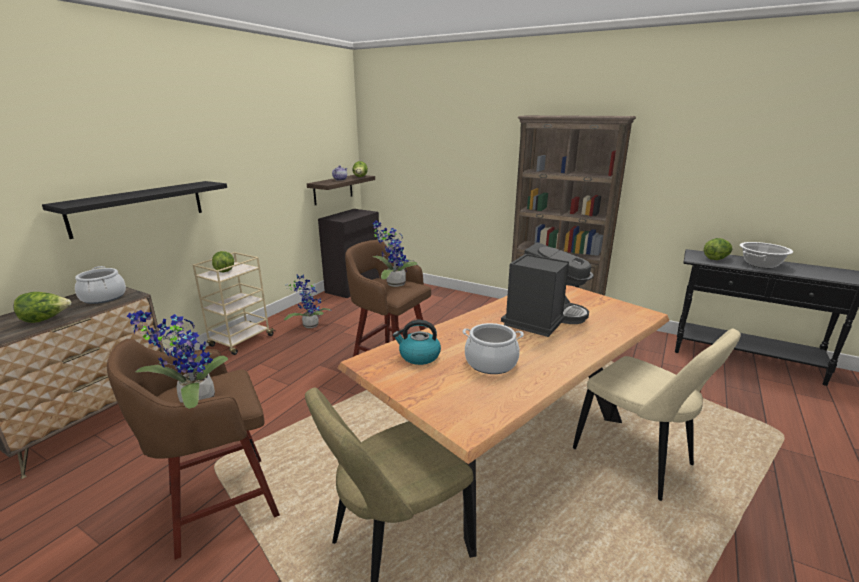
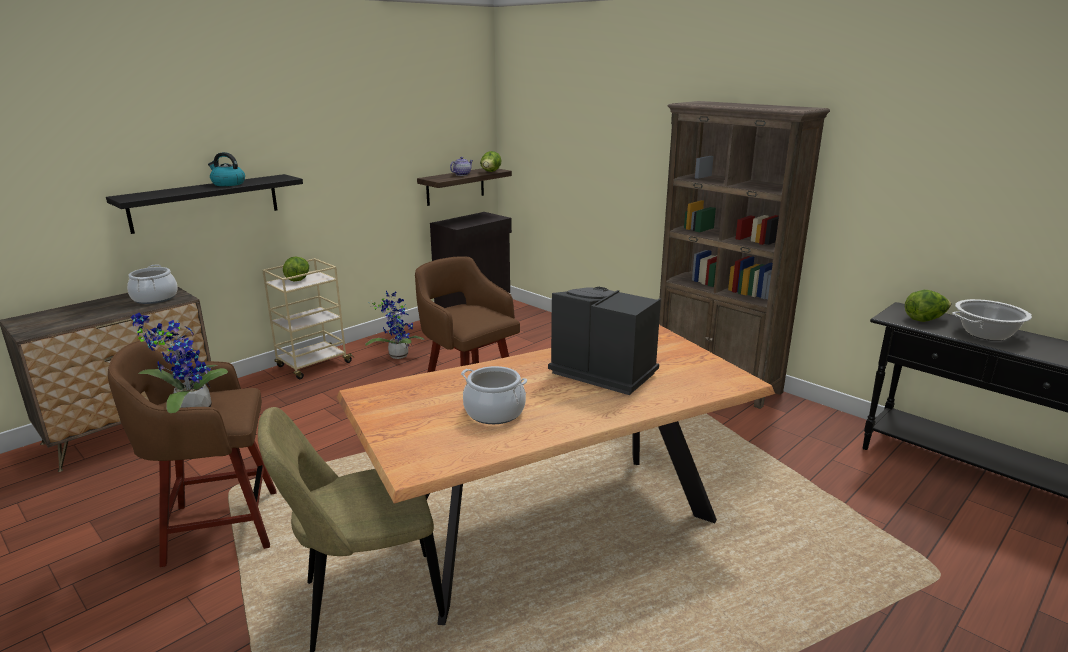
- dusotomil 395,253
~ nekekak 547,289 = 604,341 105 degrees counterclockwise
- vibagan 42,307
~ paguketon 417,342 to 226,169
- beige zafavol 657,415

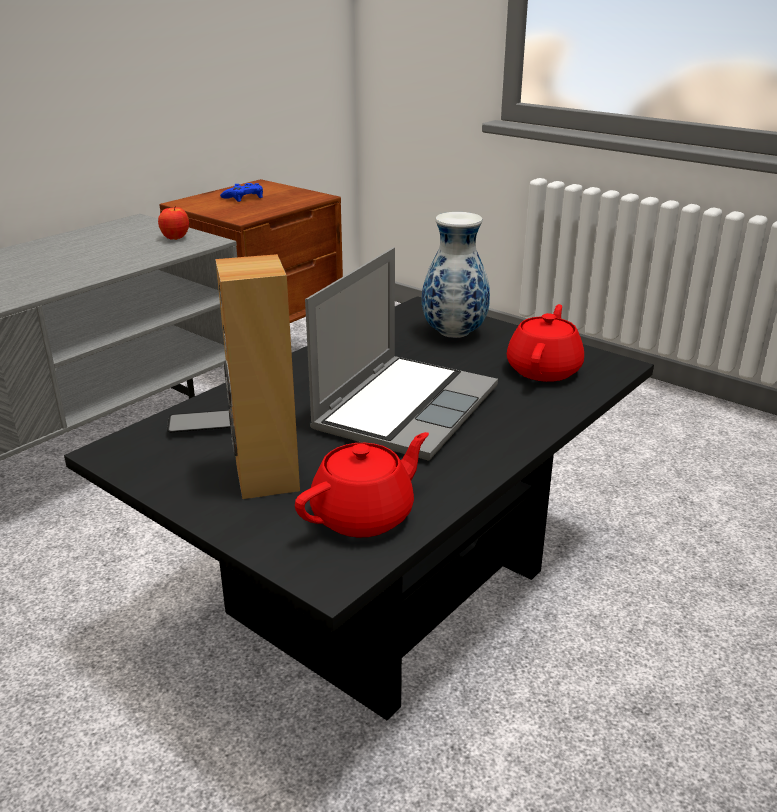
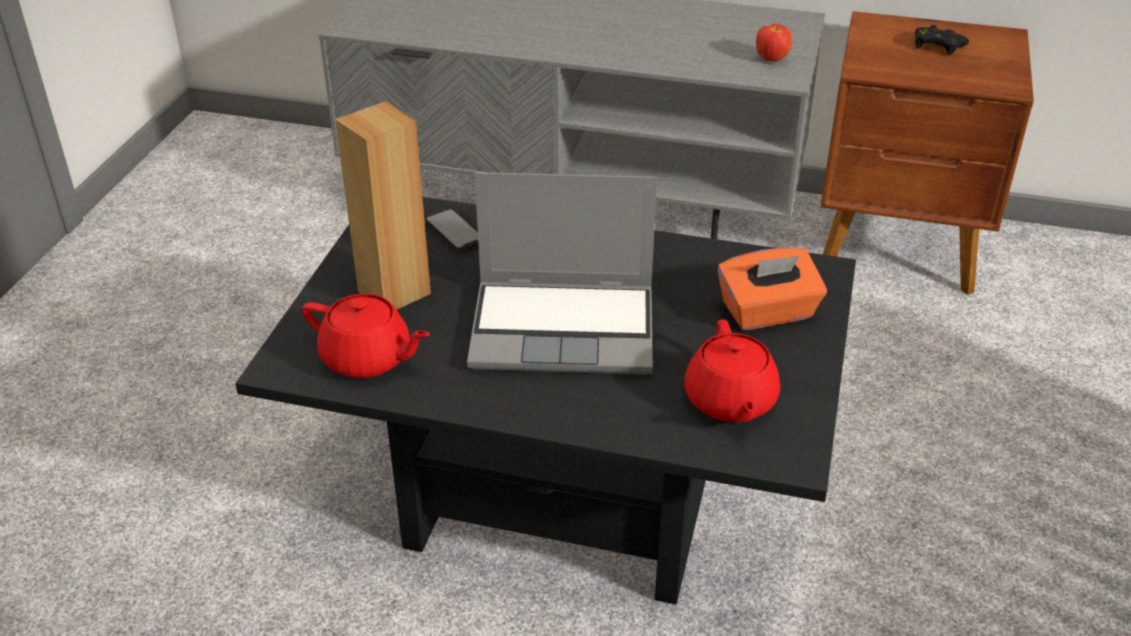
~ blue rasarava 241,192 to black rasarava 942,40
~ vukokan 456,275 to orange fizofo 772,288
~ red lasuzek 545,343 = 732,371 90 degrees clockwise

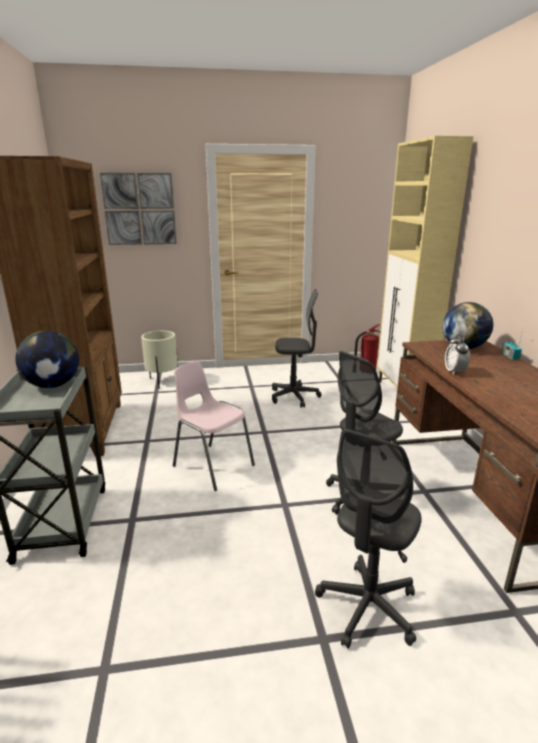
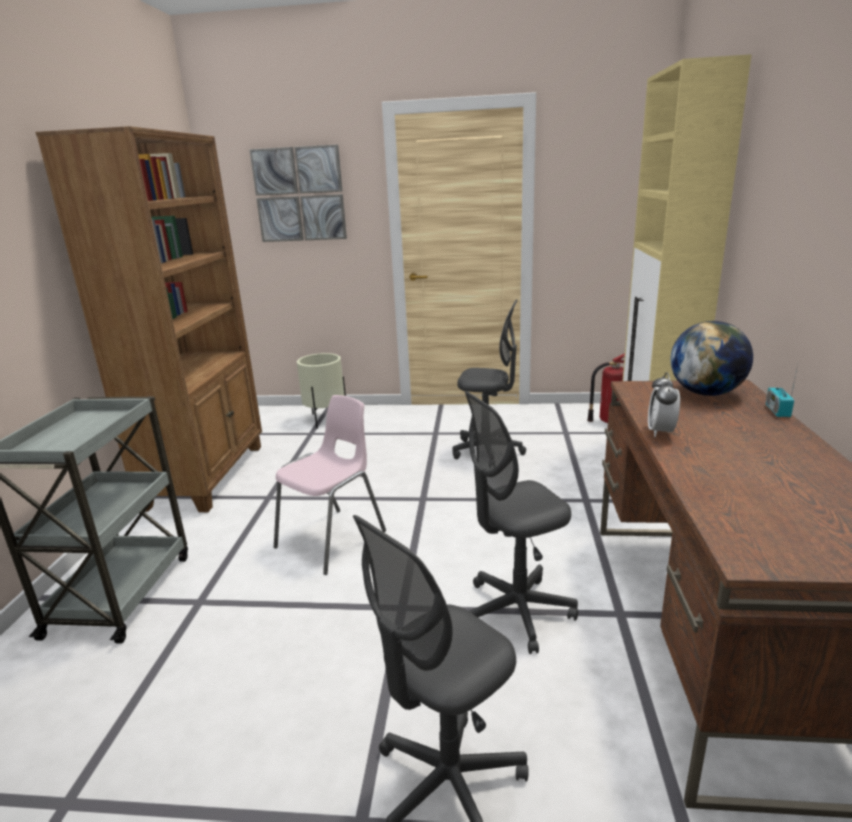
- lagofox 47,359
~ pink zafavol 214,426 = 330,485 75 degrees clockwise

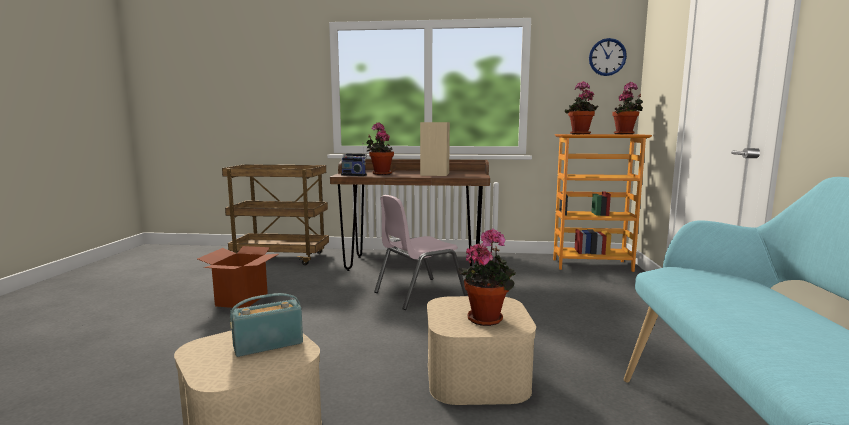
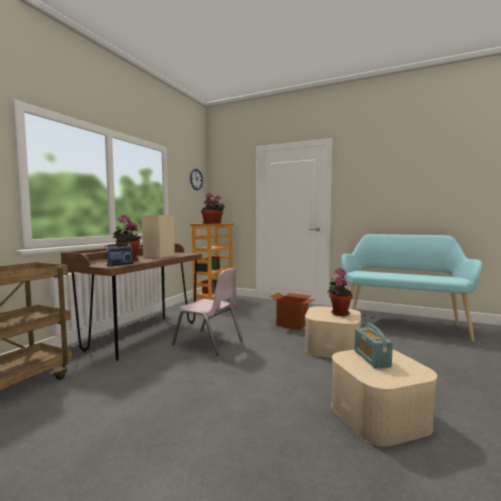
~ pink zafavol 420,252 = 207,312 45 degrees counterclockwise
~ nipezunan 238,277 to 293,311

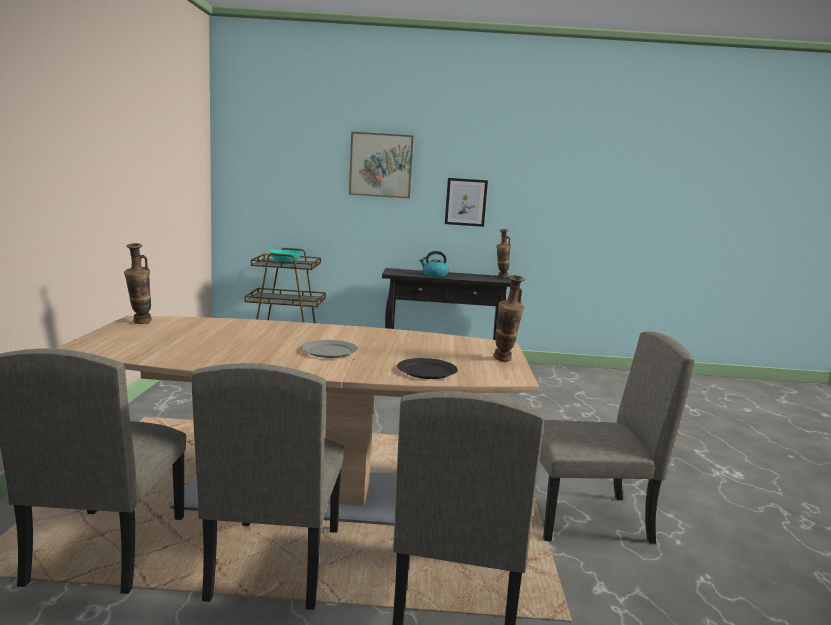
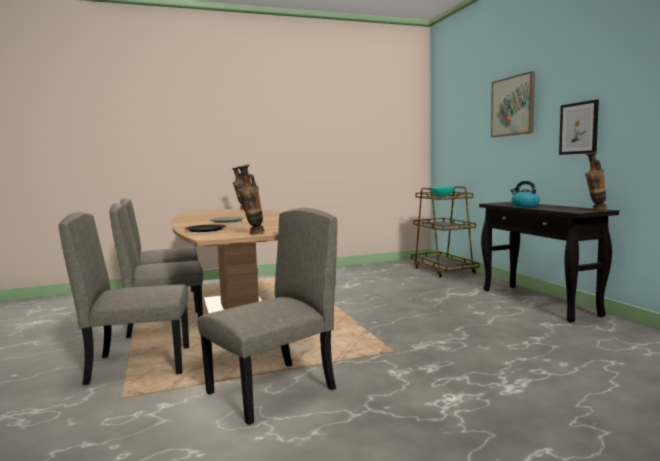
~ beige zafavol 617,437 = 267,316 105 degrees counterclockwise

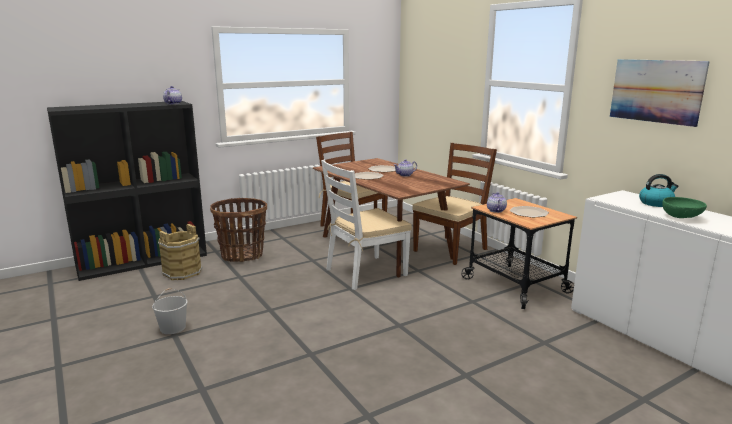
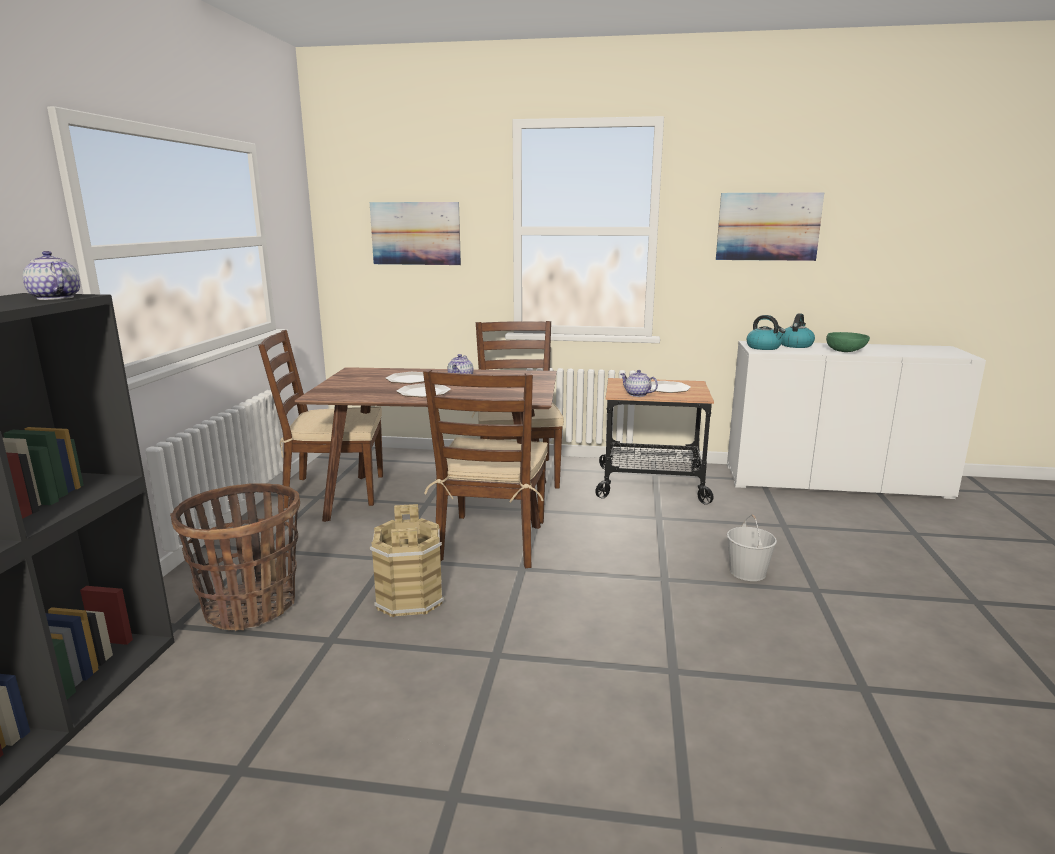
~ white zafavol 366,225 to brown zafavol 485,468
~ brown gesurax 180,252 to 407,561
~ white gesurax 170,311 to 752,547
+ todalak 415,233
+ paguketon 766,332

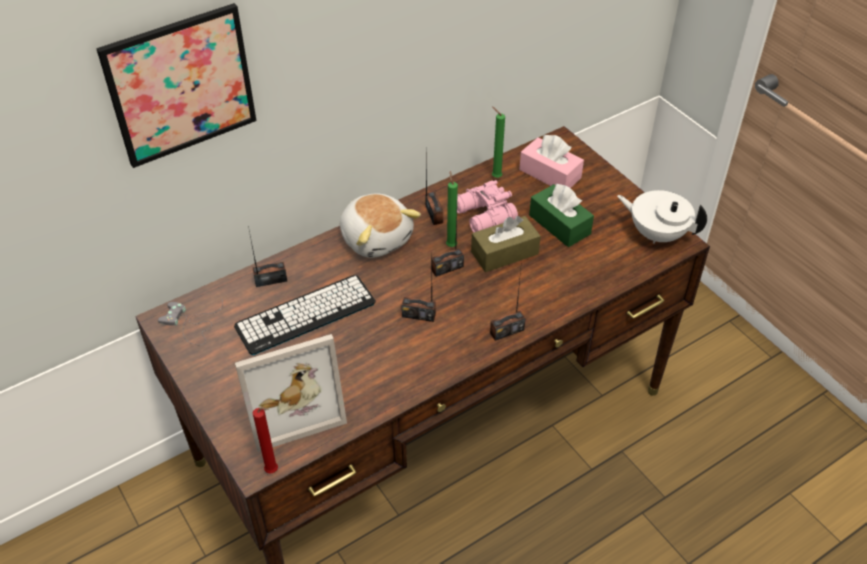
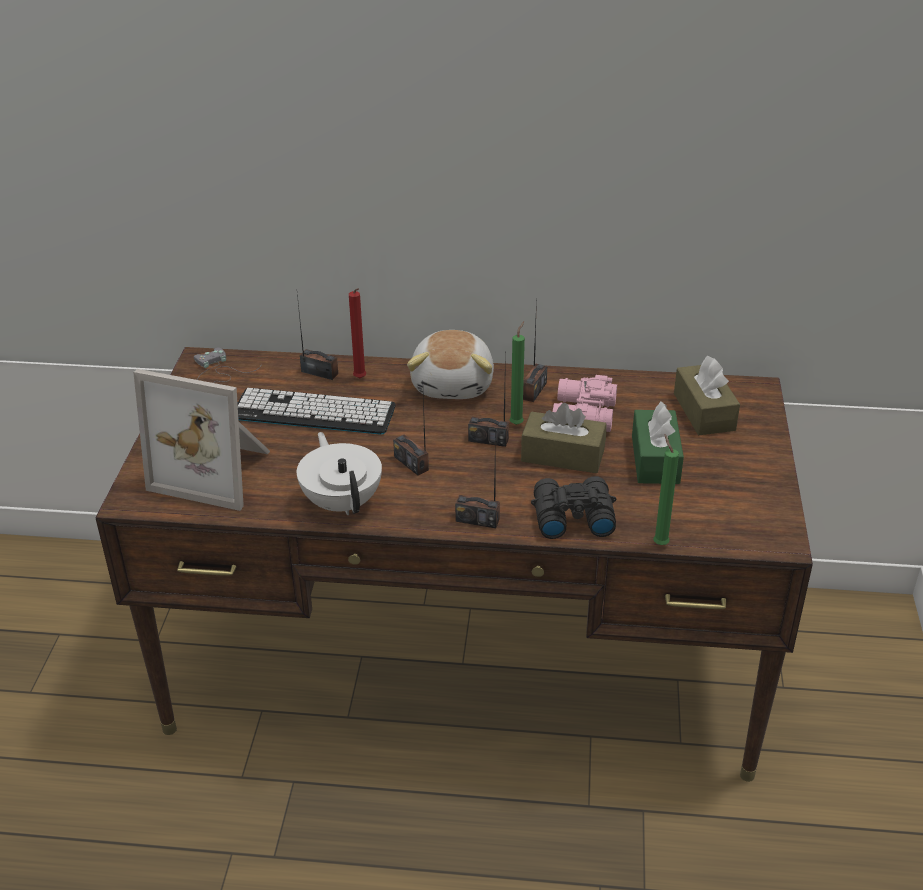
- todalak 176,85
~ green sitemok 498,142 to 666,490
~ pink fizofo 551,161 to brown fizofo 707,395
~ white lasuzek 662,217 to 339,473
~ red sitemok 265,440 to 357,333
+ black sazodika 573,507

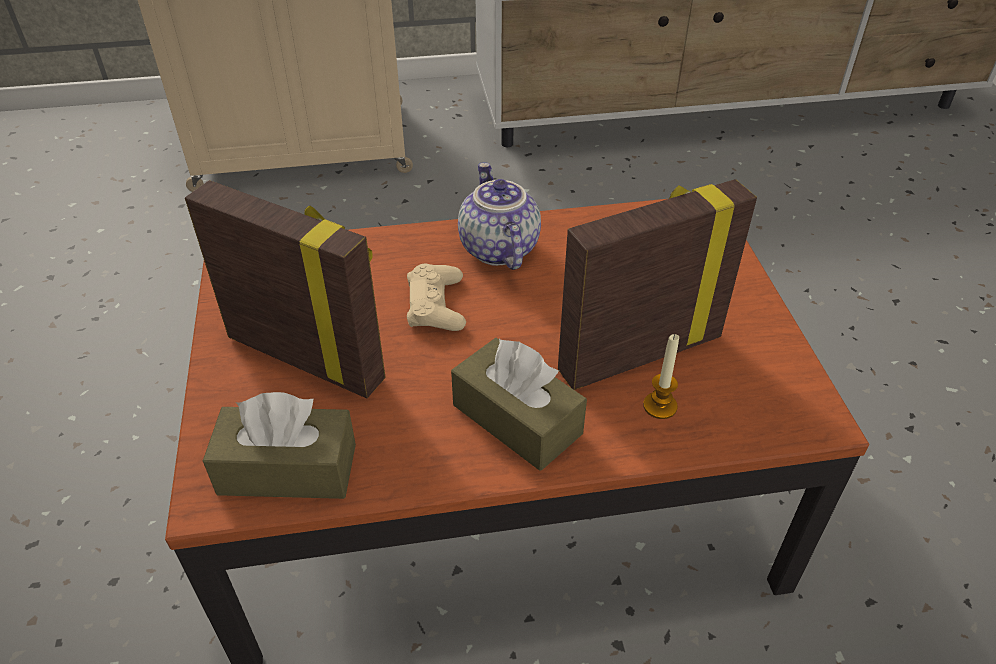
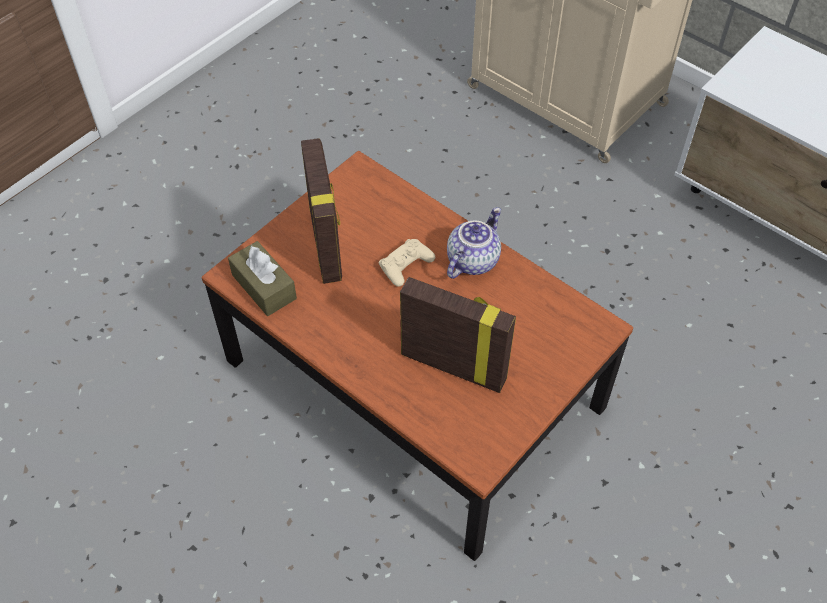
- sitemok 661,376
- brown fizofo 519,404

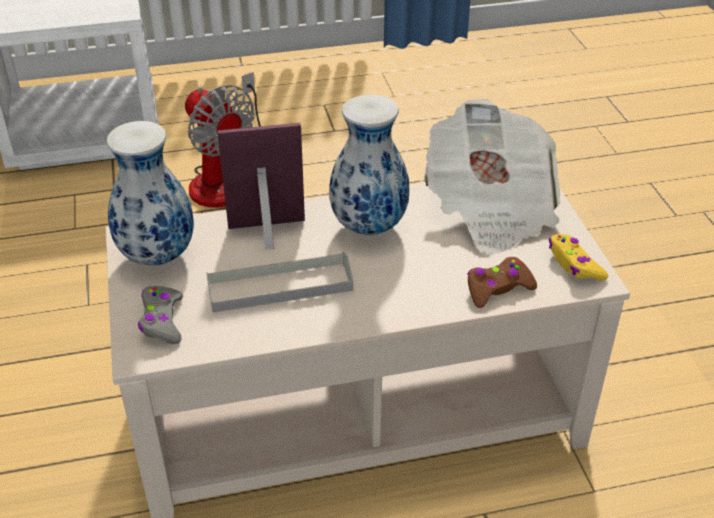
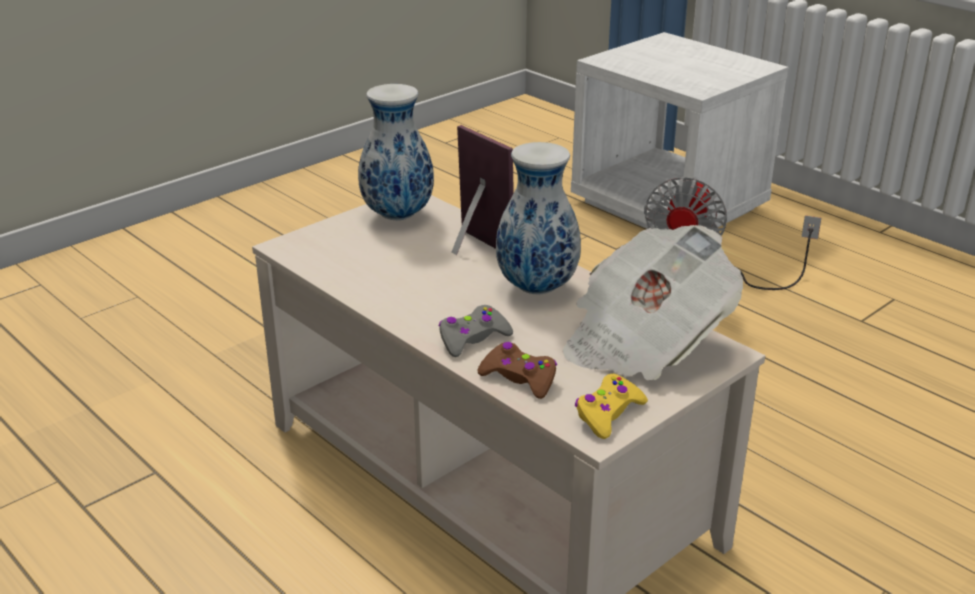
- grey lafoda 279,282
~ grey rasarava 160,315 to 476,331

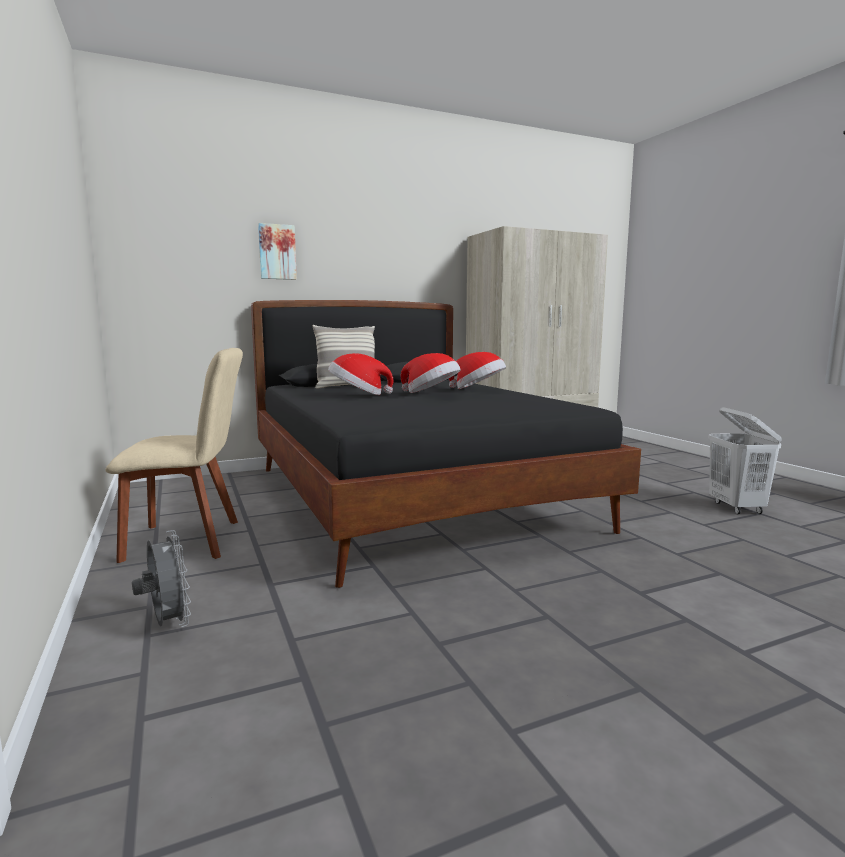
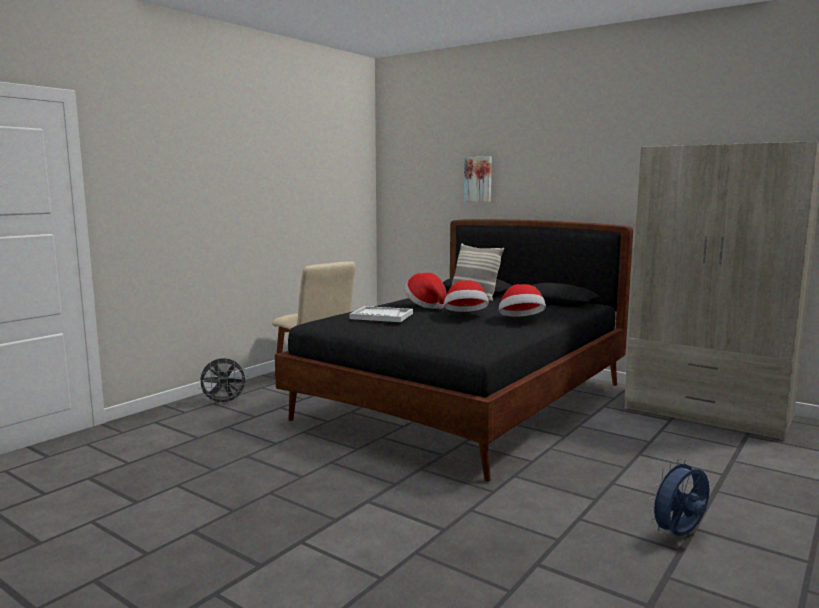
~ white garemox 745,460 to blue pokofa 679,497
~ grey pokofa 161,578 = 222,382 45 degrees clockwise
+ white lafoda 381,314

